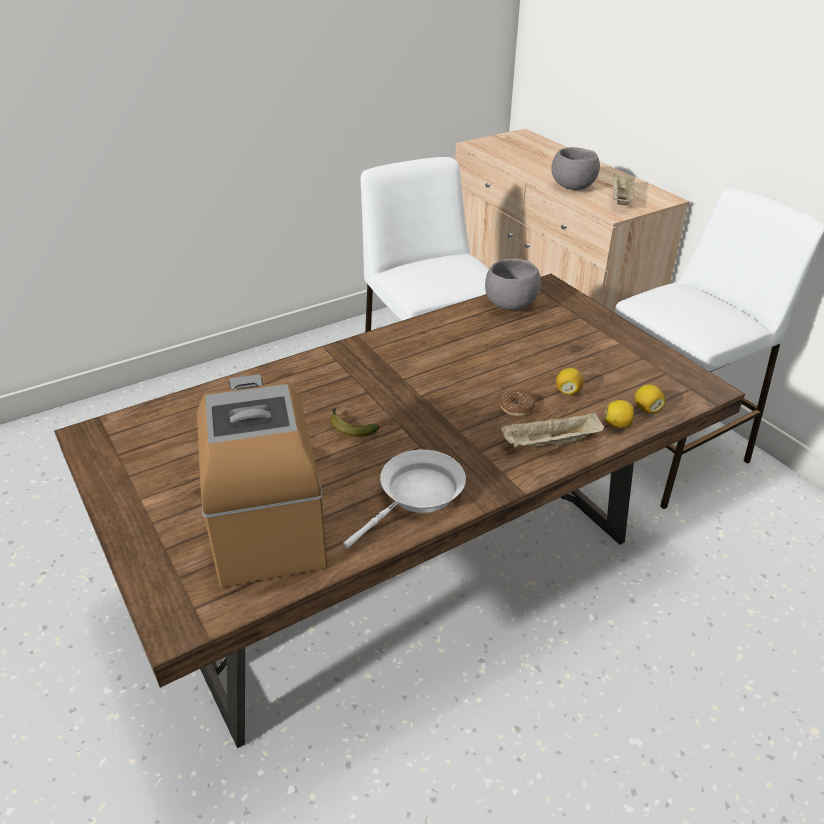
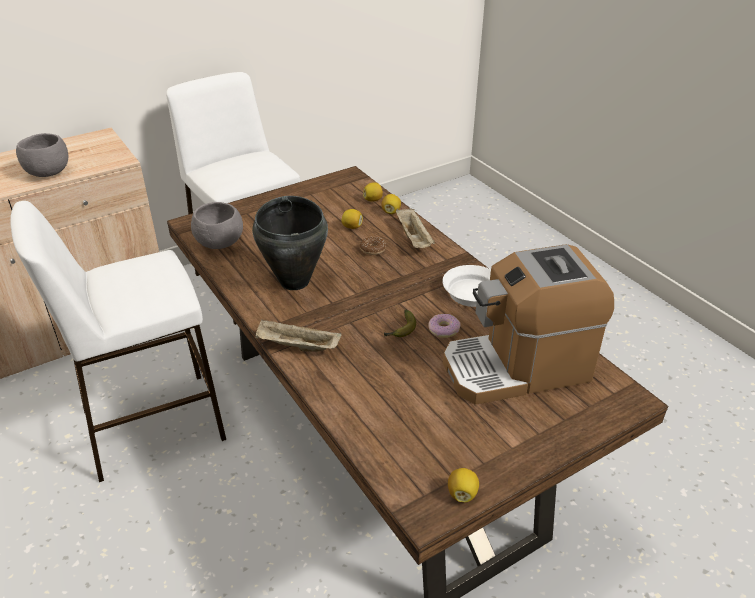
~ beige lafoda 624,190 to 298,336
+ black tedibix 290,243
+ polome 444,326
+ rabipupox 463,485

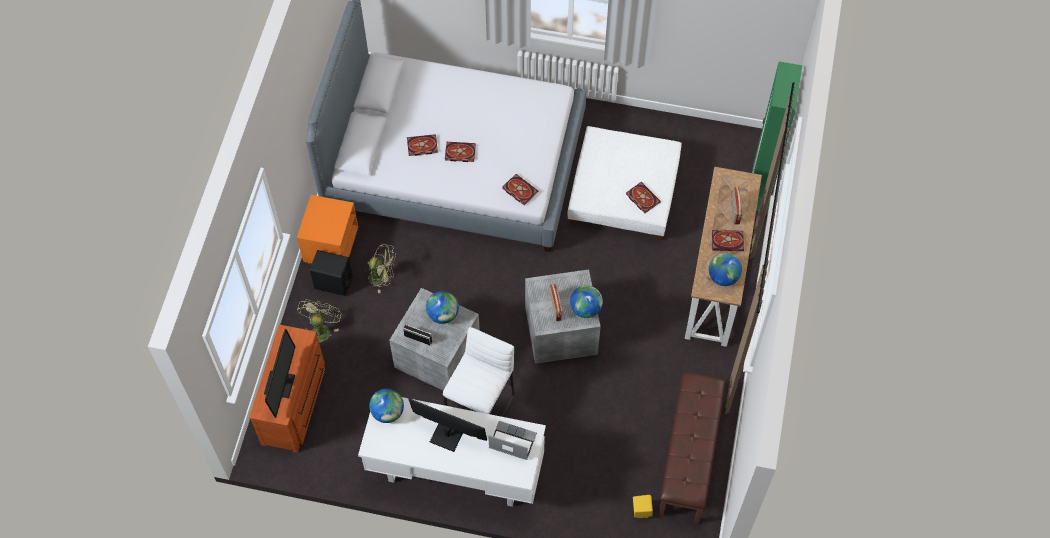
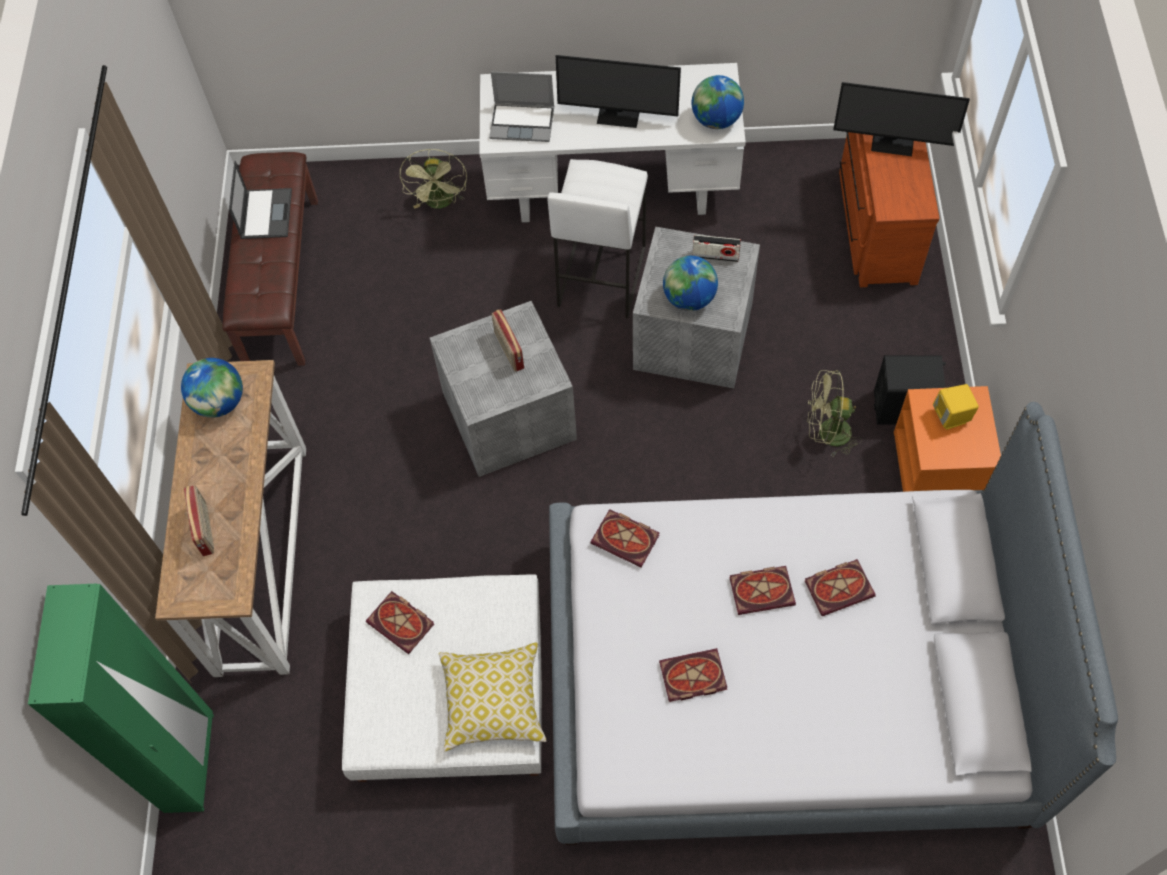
~ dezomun 728,240 to 693,675
- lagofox 586,301
~ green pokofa 319,321 to 433,179
~ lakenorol 280,373 = 901,119 75 degrees counterclockwise
~ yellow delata 643,506 to 956,407
+ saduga 260,200
+ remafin 493,697

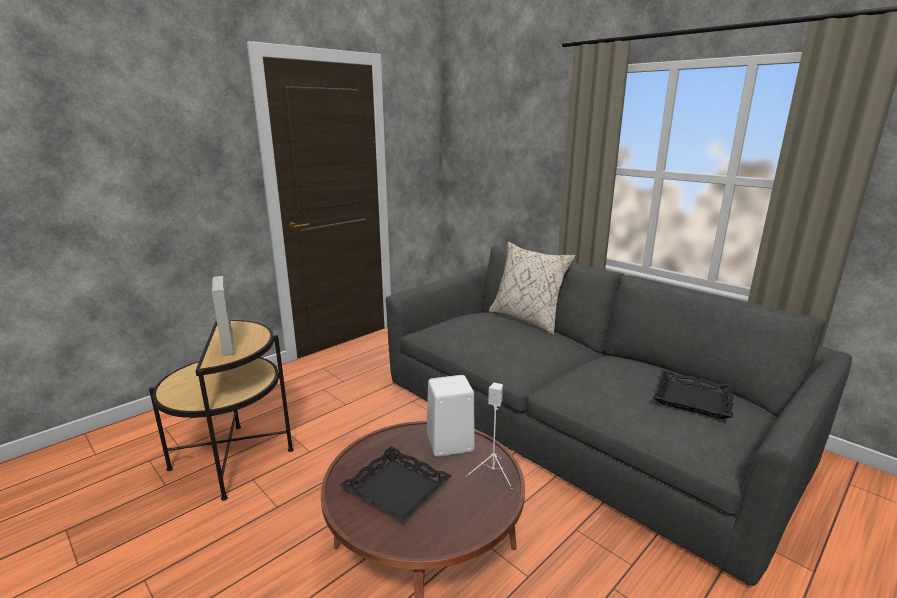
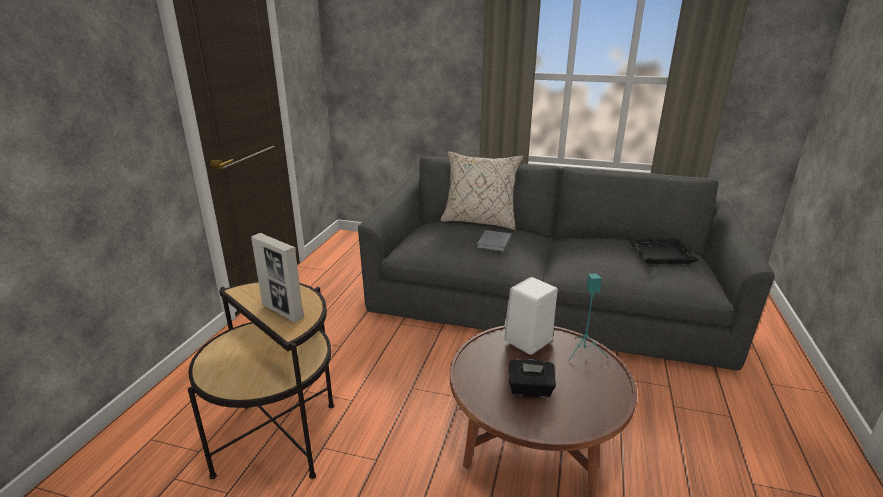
~ white delata 489,436 to turquoise delata 588,317
~ black lafoda 396,484 to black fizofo 532,378
+ grey dezomun 494,241

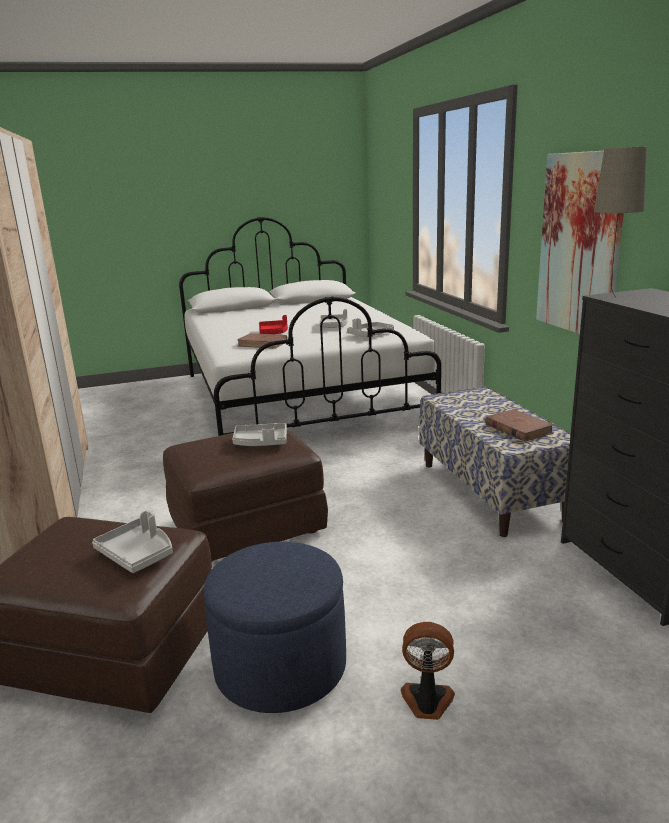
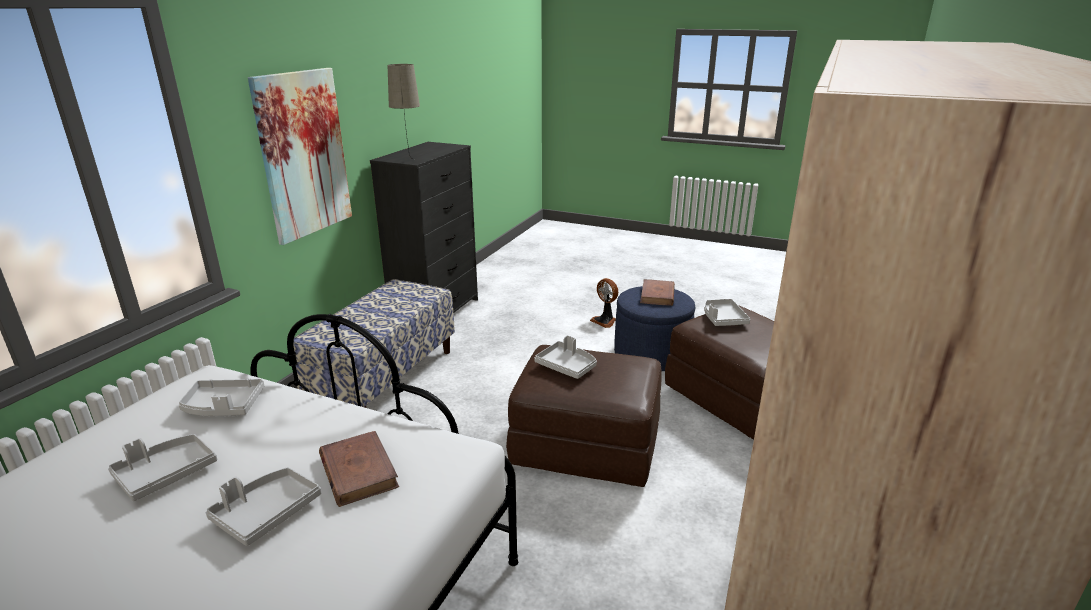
~ red lafoda 273,324 to grey lafoda 264,506
~ brown dezomun 519,425 to 657,292

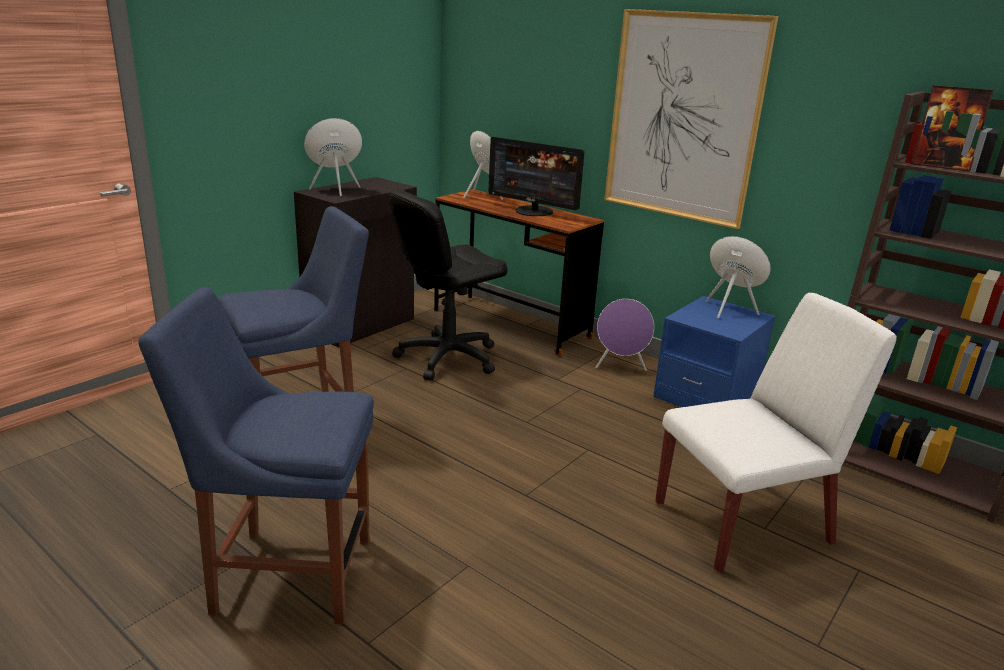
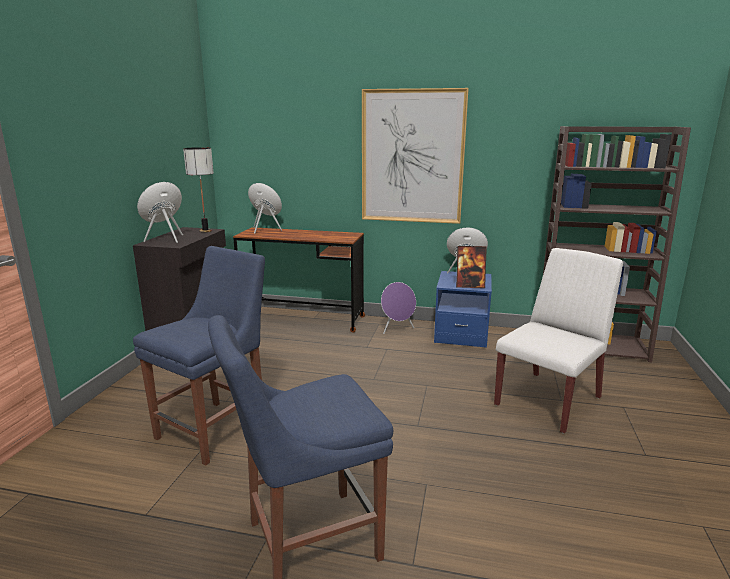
~ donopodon 952,128 to 471,267
- lakenorol 536,176
- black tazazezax 448,285
+ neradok 198,189

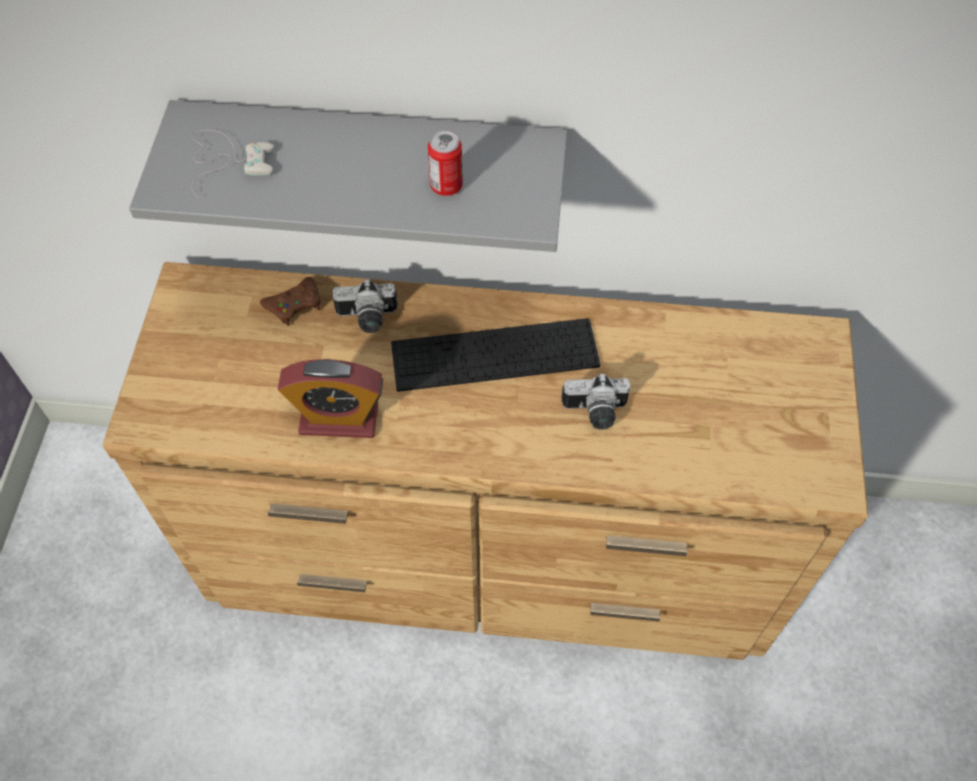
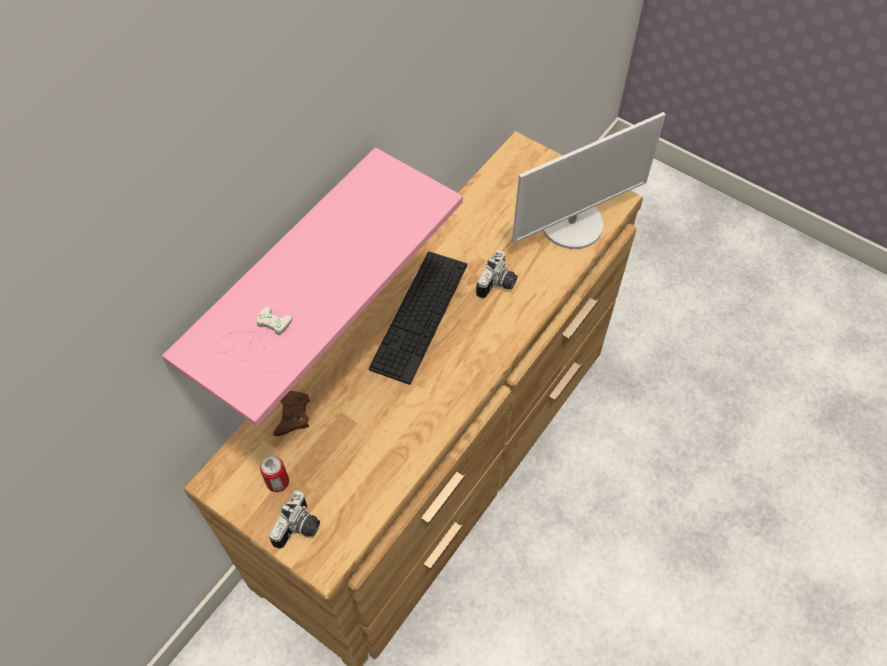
~ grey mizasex 348,176 to pink mizasex 312,286
~ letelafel 445,163 to 274,474
~ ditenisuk 365,306 to 294,519
- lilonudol 330,398
+ lakenorol 589,180

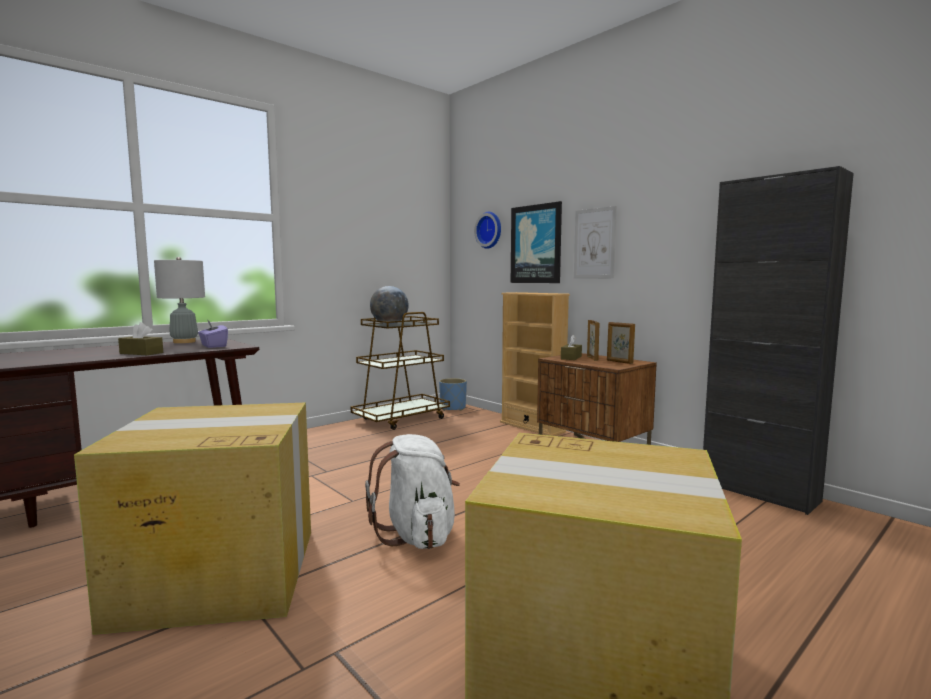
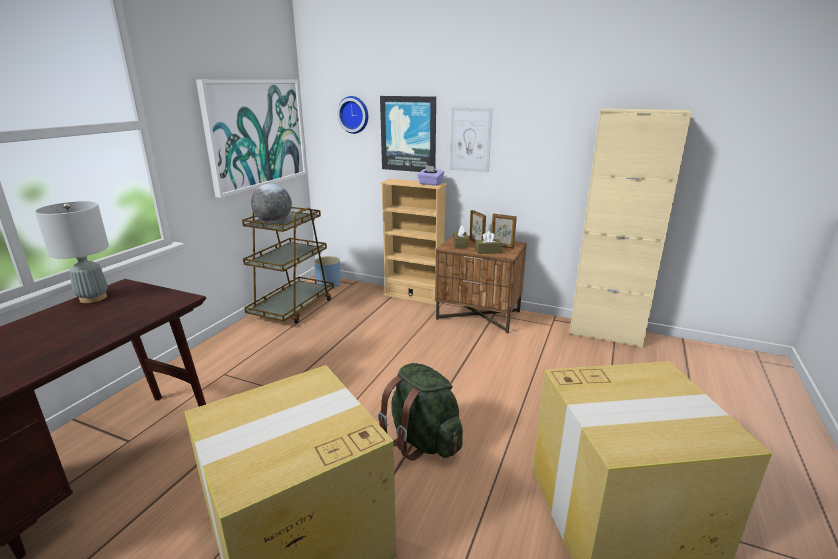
~ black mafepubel 778,340 to beige mafepubel 630,228
~ purple fizofo 213,334 to 430,175
~ brown fizofo 140,338 to 488,242
~ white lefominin 412,491 to green lefominin 420,412
+ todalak 251,139

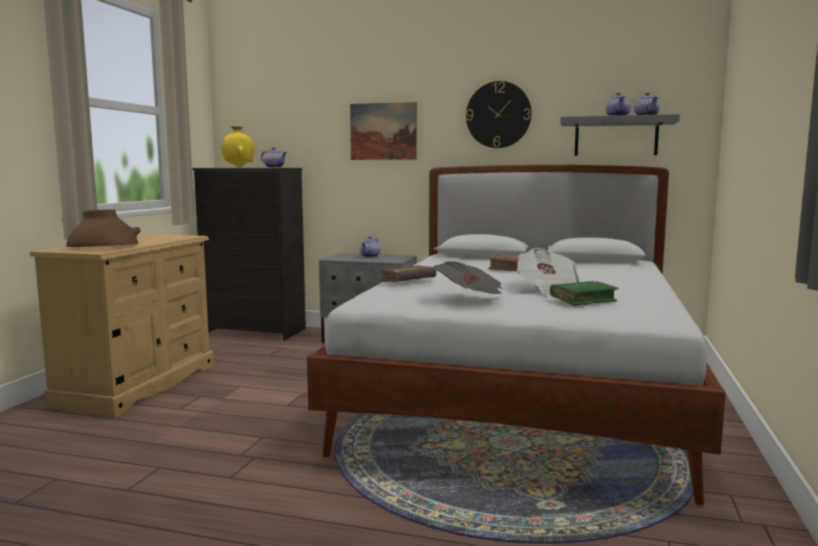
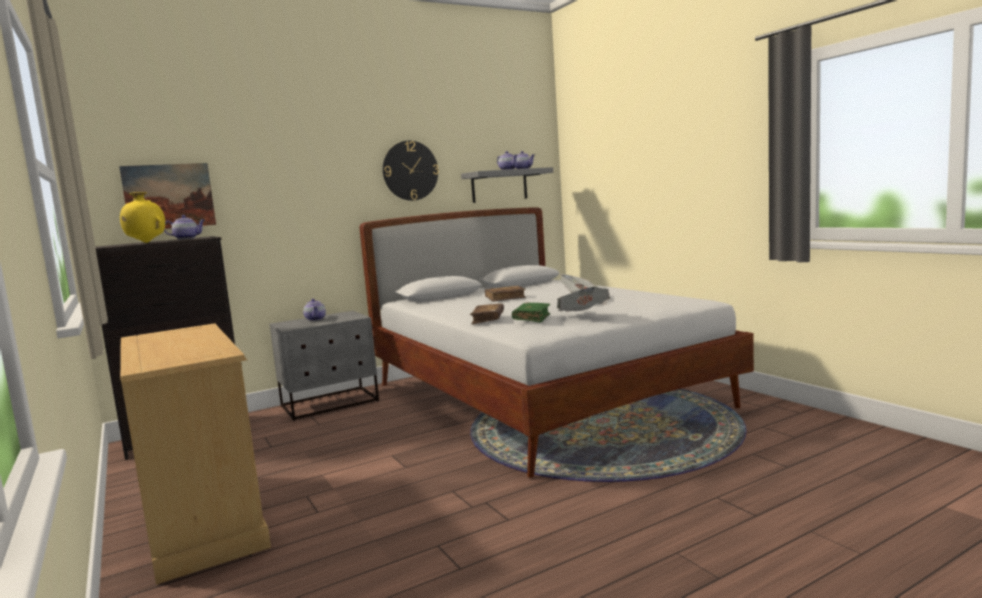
~ todalak 383,131 to 167,196
- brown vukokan 103,228
~ green dezomun 584,293 to 531,312

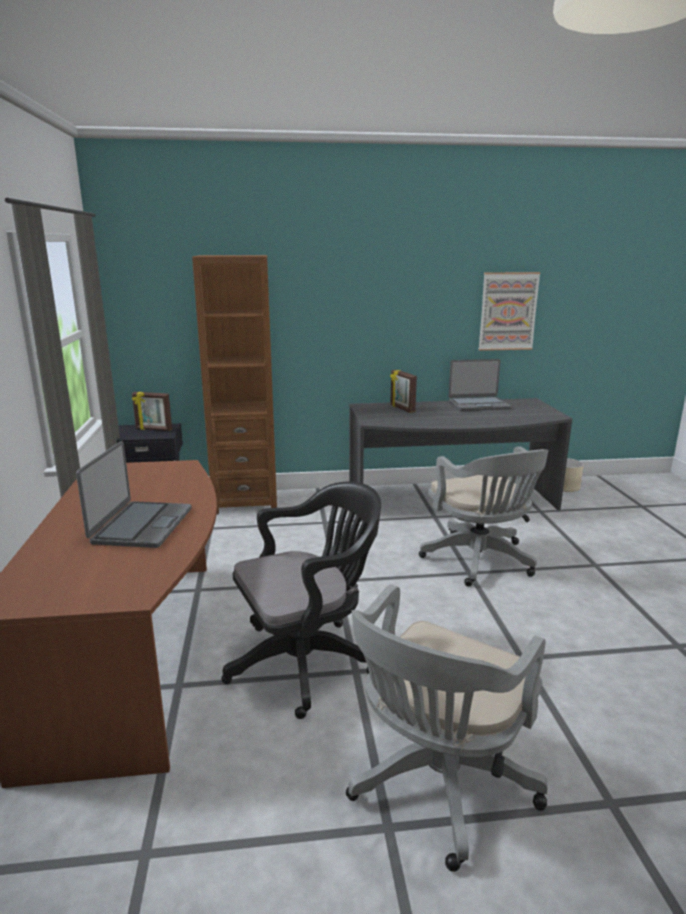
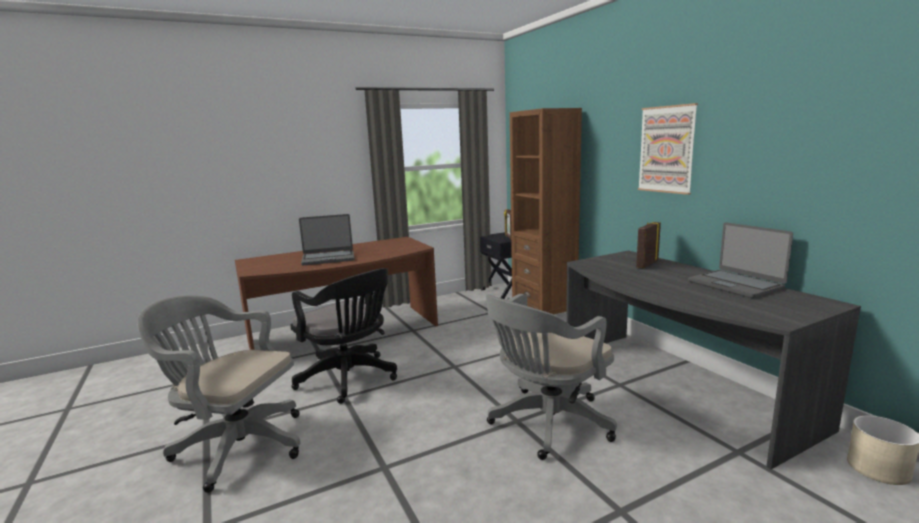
~ todalak 509,311 to 668,149

